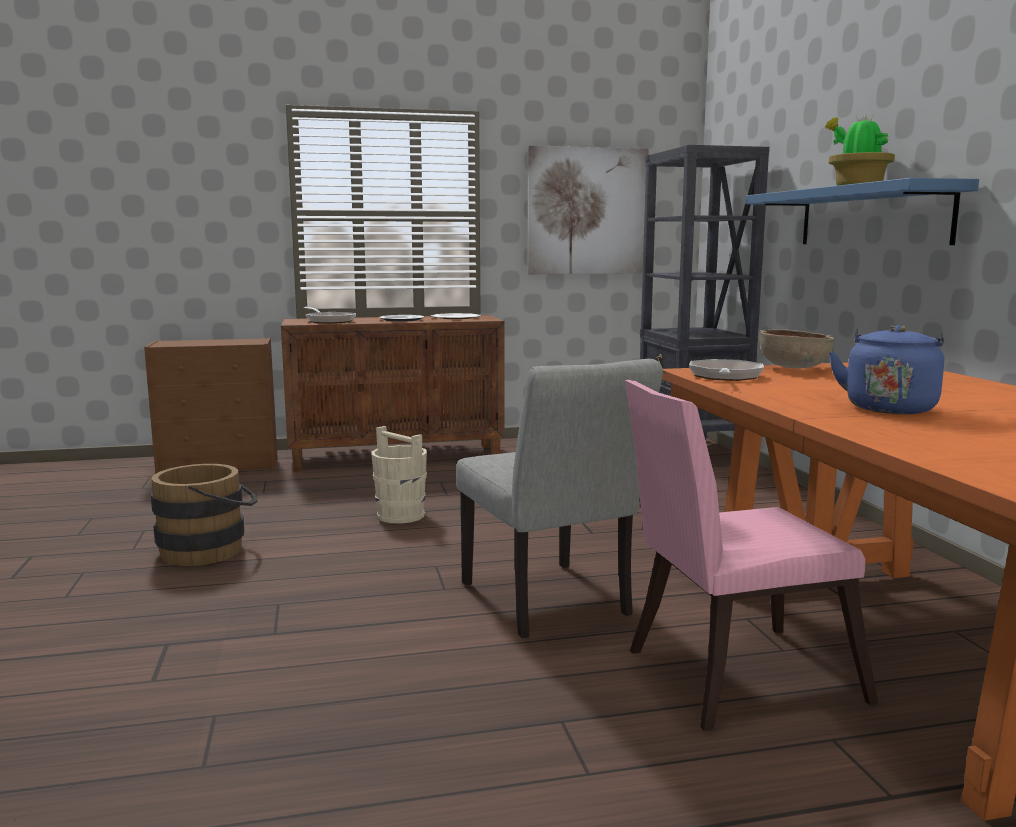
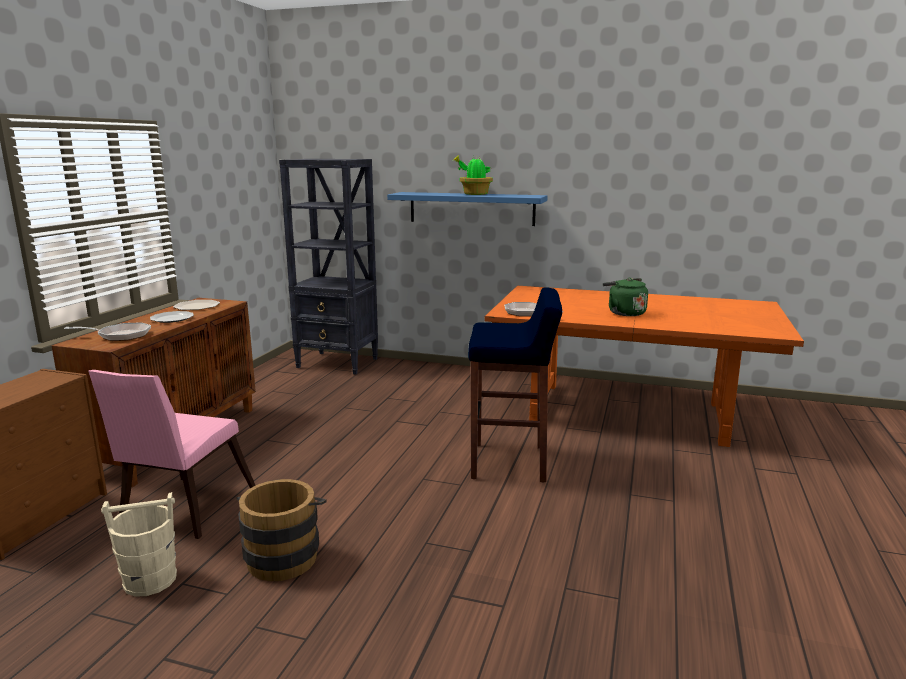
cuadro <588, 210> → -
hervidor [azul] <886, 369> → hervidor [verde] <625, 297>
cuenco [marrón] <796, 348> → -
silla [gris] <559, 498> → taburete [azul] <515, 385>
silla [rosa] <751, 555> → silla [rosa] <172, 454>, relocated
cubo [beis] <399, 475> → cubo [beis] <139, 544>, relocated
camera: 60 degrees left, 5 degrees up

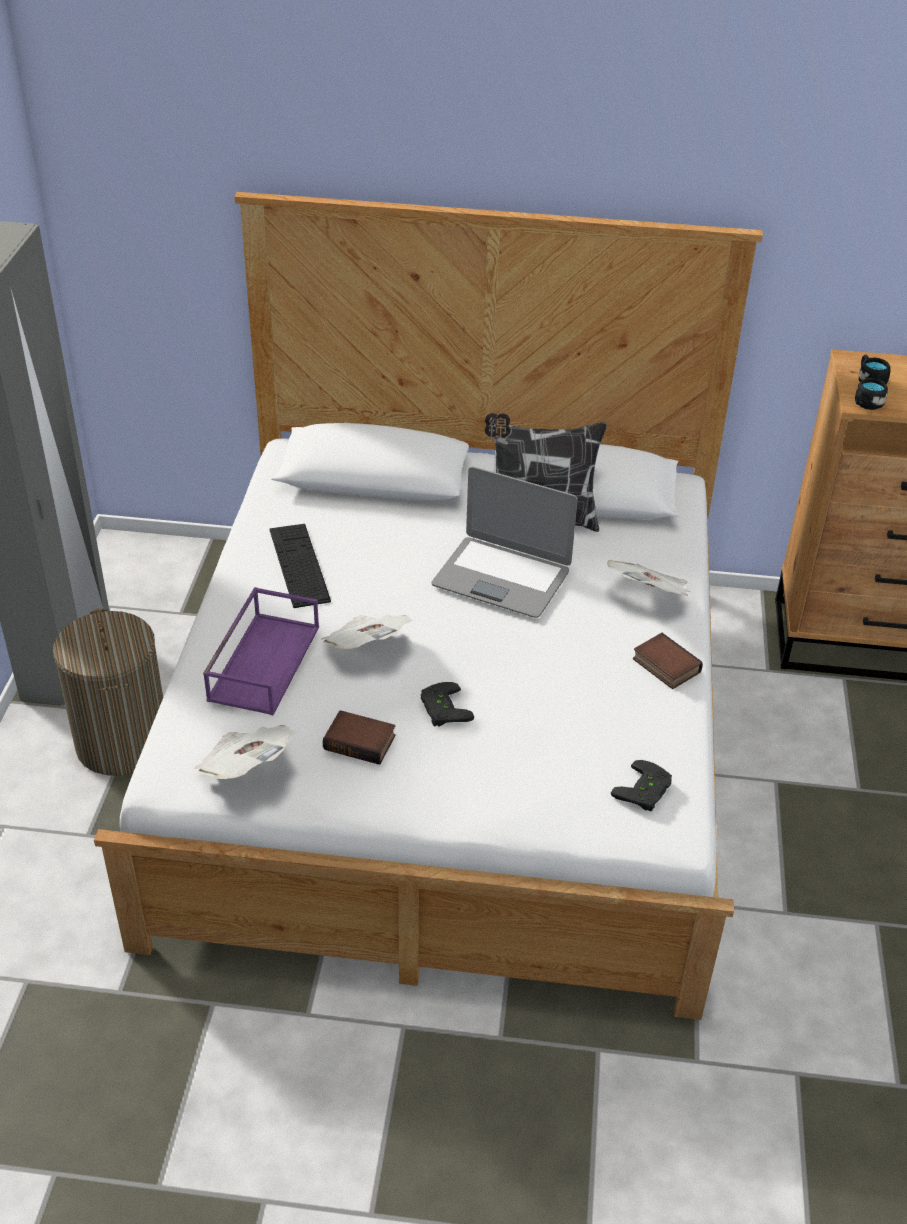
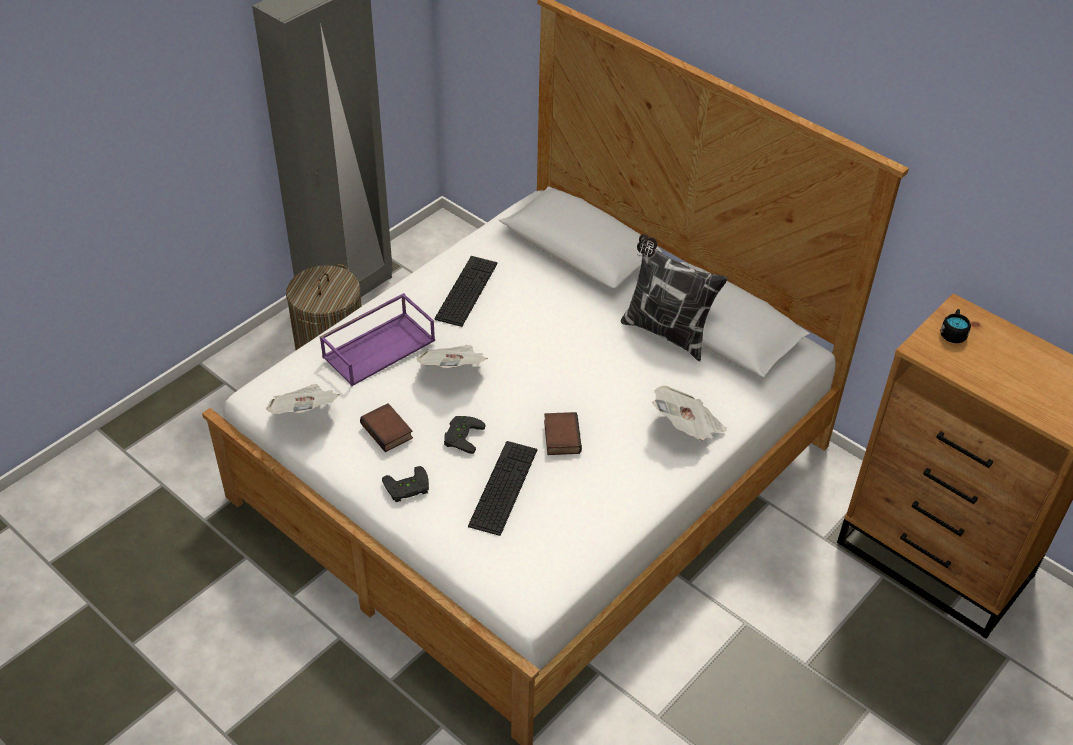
taza grande [negro] <871, 394> → -
portátil <504, 542> → -
libro <668, 661> → libro <563, 433>, relocated
mando de consola [negro] <641, 785> → mando de consola [negro] <405, 484>, relocated
- → teclado <502, 488>
camera: 35 degrees right, 5 degrees up

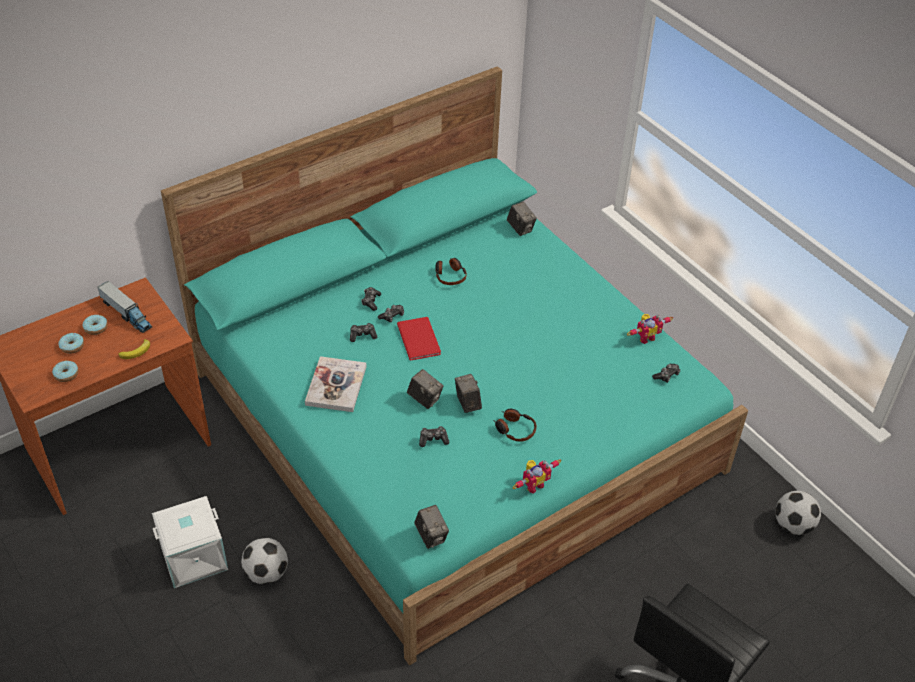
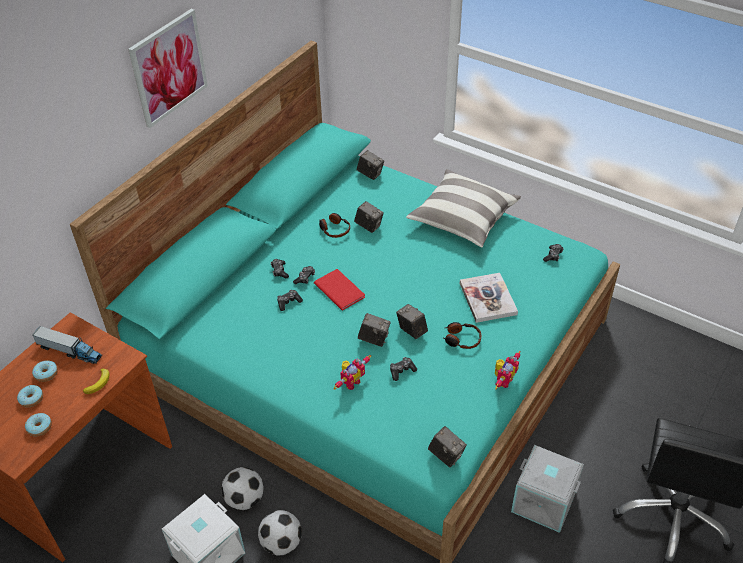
robot de juguete <650, 329> → robot de juguete <352, 372>, relocated
libro <336, 384> → libro <489, 298>, relocated
balón de fútbol <798, 513> → balón de fútbol <242, 488>, relocated
- → cuadro <168, 68>
- → cojín <463, 208>
- → cámara <369, 217>
- → caja de almacenaje [gris] <547, 489>
camera: 20 degrees left, 0 degrees up

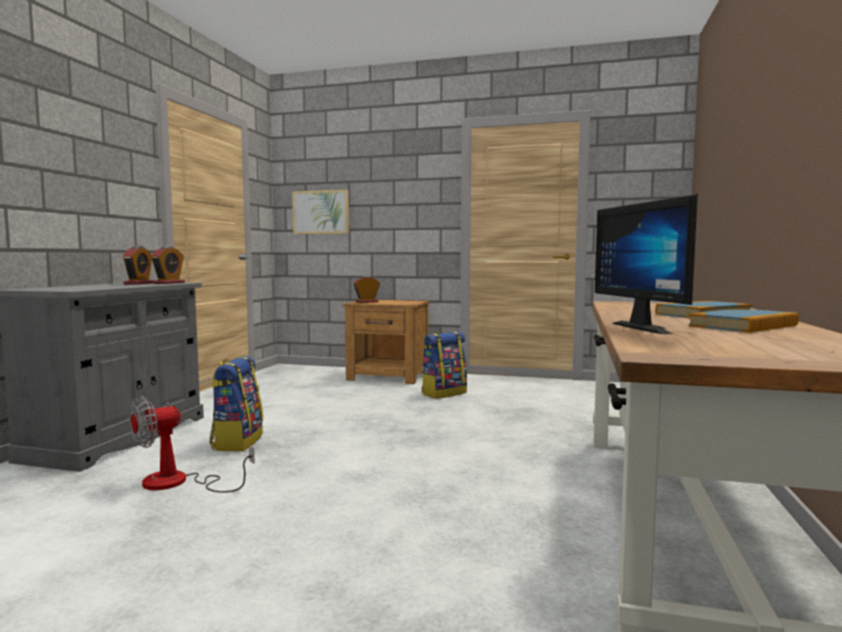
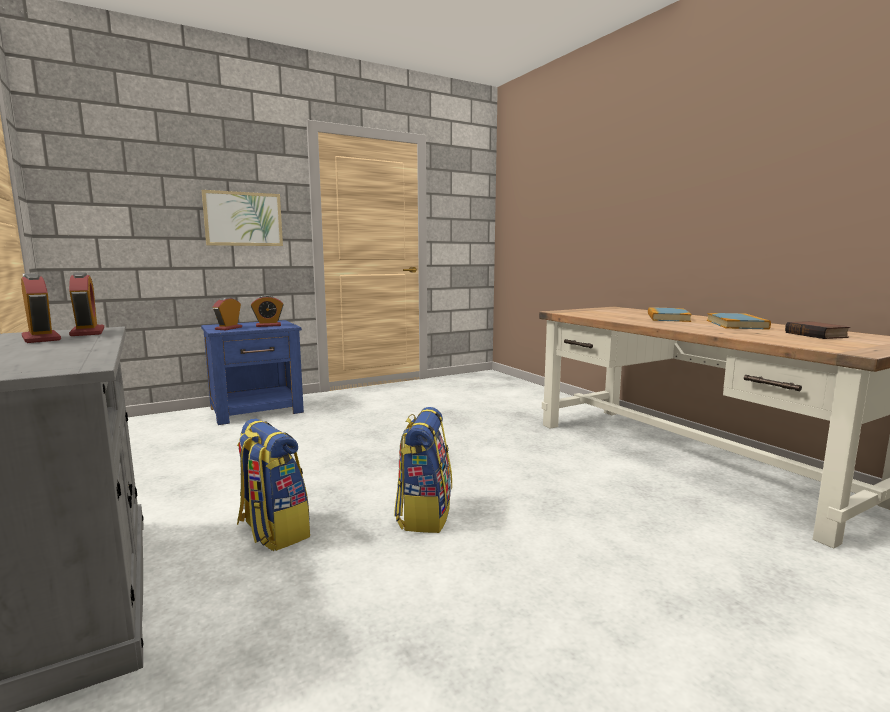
cuadro <320, 212> → cuadro <242, 218>, relocated
monitor <646, 264> → -
mesita de noche [marrón] <386, 342> → mesita de noche [azul] <252, 372>
mochila <444, 365> → mochila <423, 470>, relocated
ventilador <192, 444> → -
- → despertador <267, 311>
- → libro <817, 330>
camera: 45 degrees left, 5 degrees up

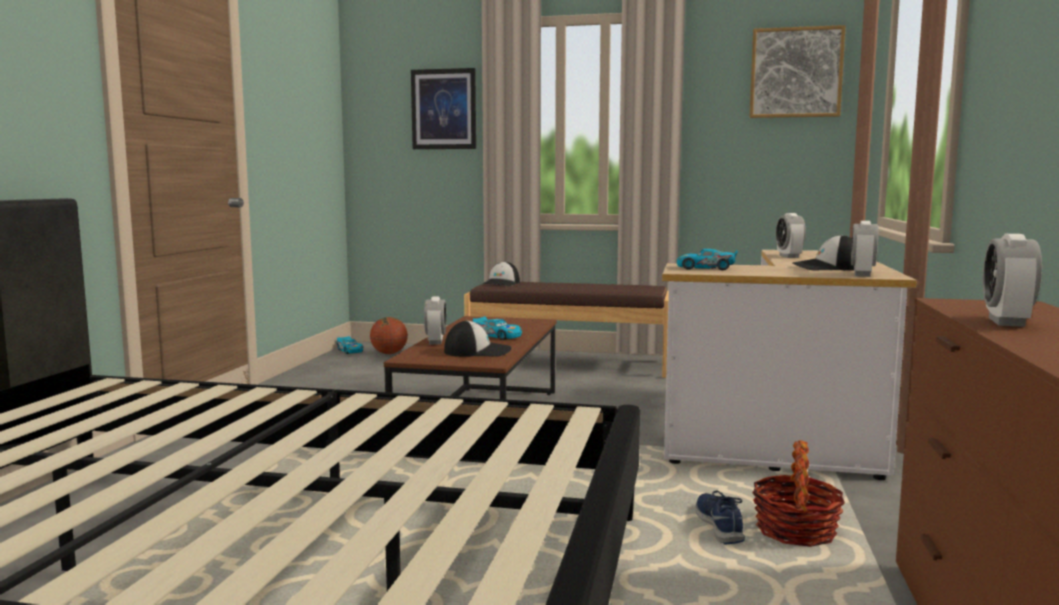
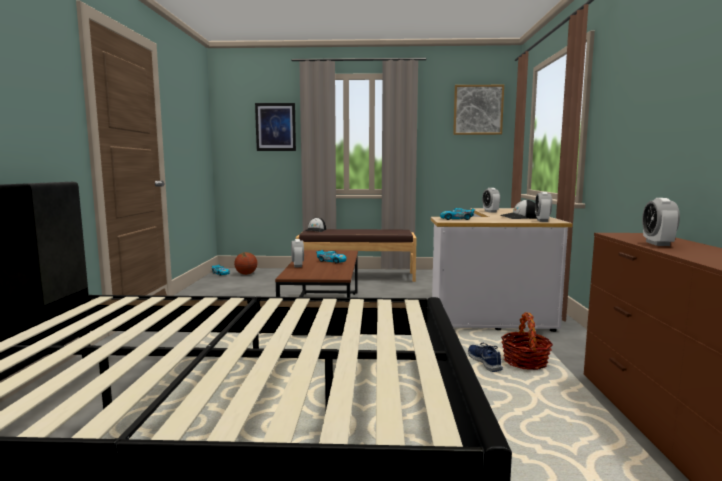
gorra <477, 338> → -
camera: 10 degrees left, 0 degrees up

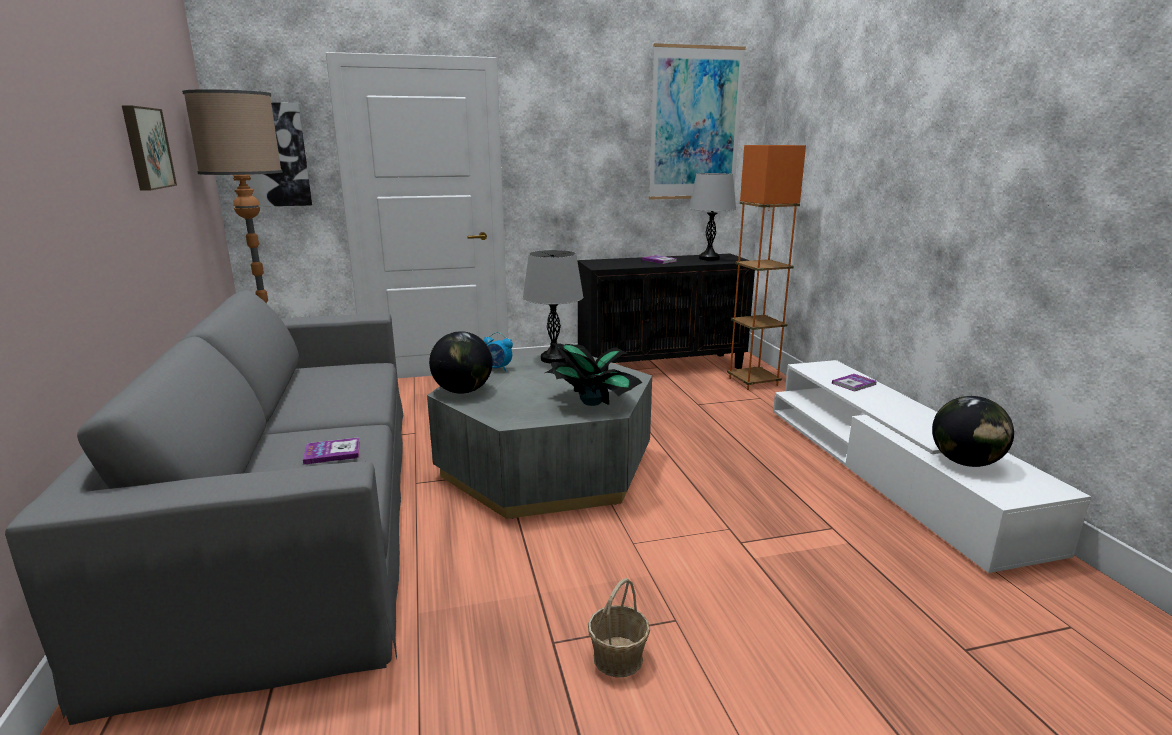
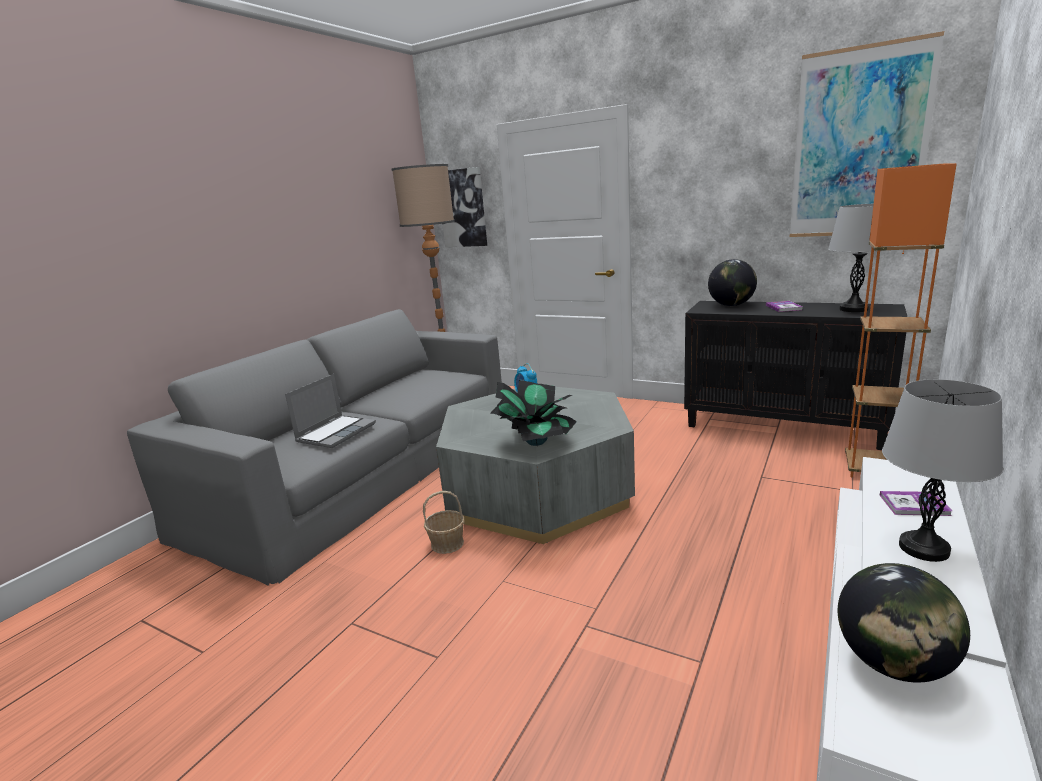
cuadro <149, 148> → -
lámpara de mesa [gris] <553, 307> → lámpara de mesa [gris] <942, 470>, relocated
globo terráqueo <461, 362> → globo terráqueo <732, 282>, relocated
libro <331, 451> → portátil <330, 411>
cesta <619, 627> → cesta <444, 522>, relocated
camera: 45 degrees right, 0 degrees up

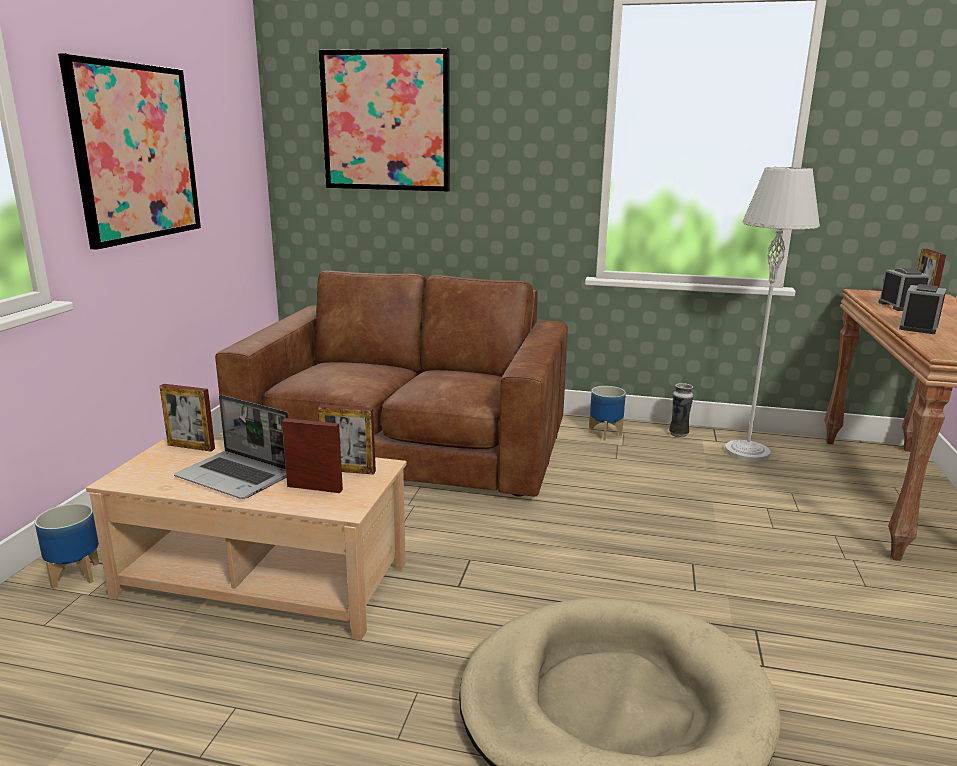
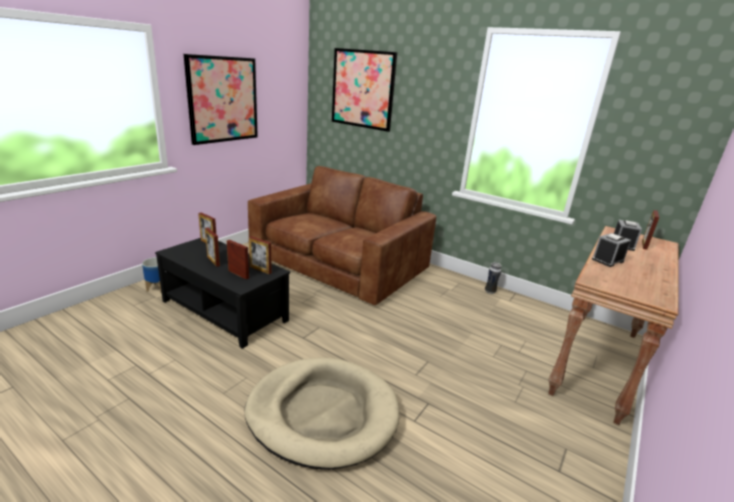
lámpara de pie [gris] <772, 314> → -
maceta <607, 413> → -
portátil <231, 447> → portarretratos <212, 247>
mesa de centro [beis] <246, 539> → mesa de centro [negro] <222, 293>
camera: 20 degrees right, 5 degrees up

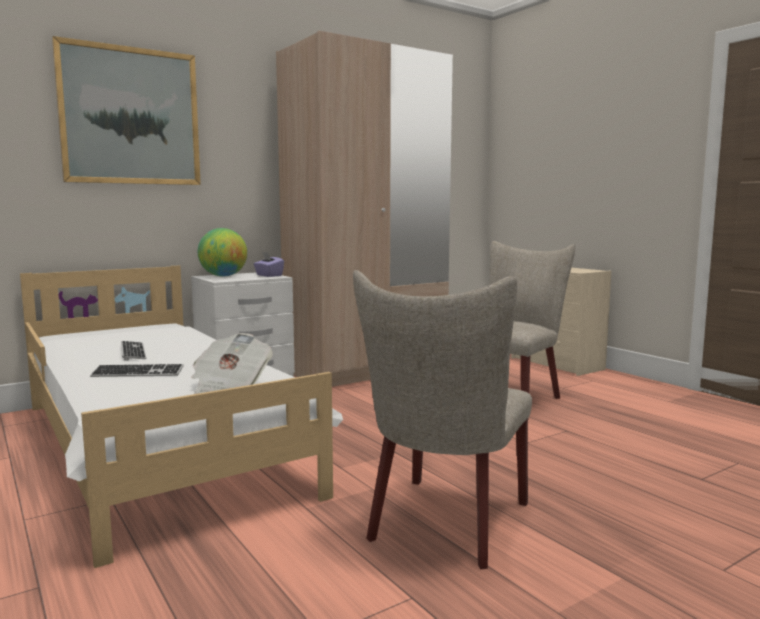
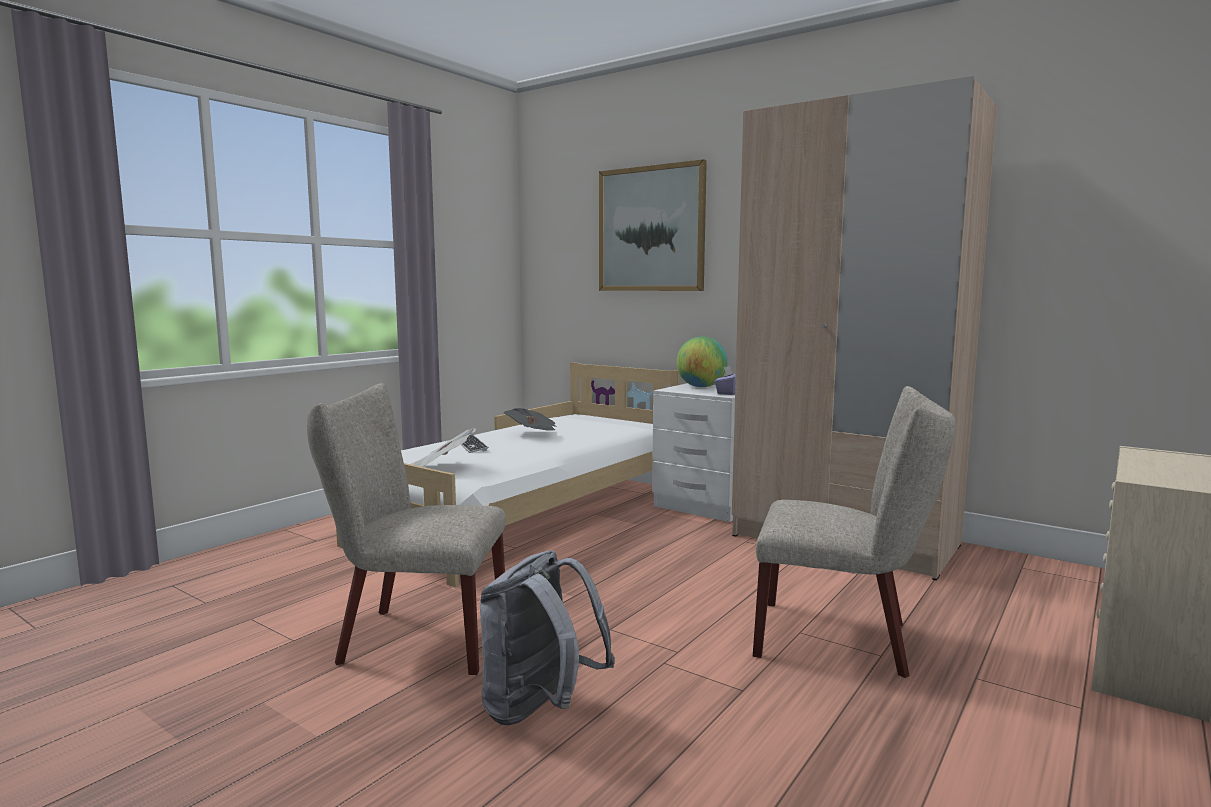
teclado <133, 350> → periódico <530, 419>
- → mochila [gris] <547, 637>
camera: 70 degrees right, 0 degrees up

